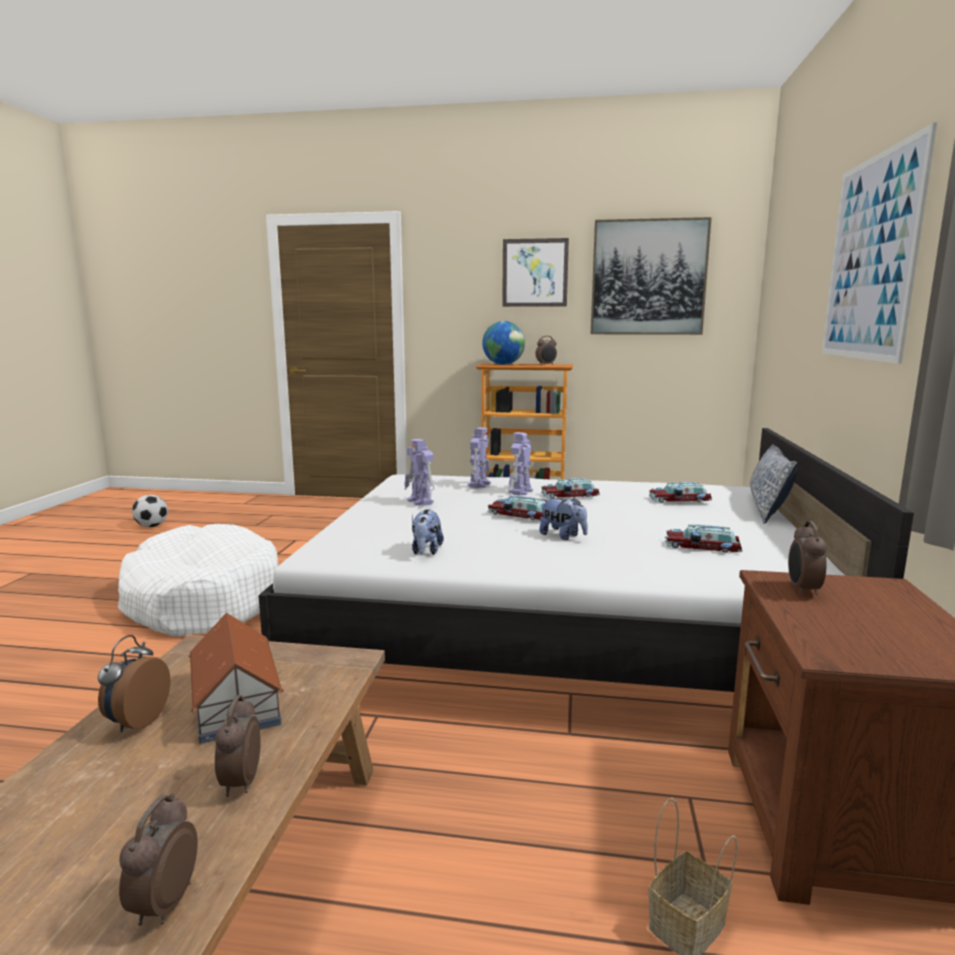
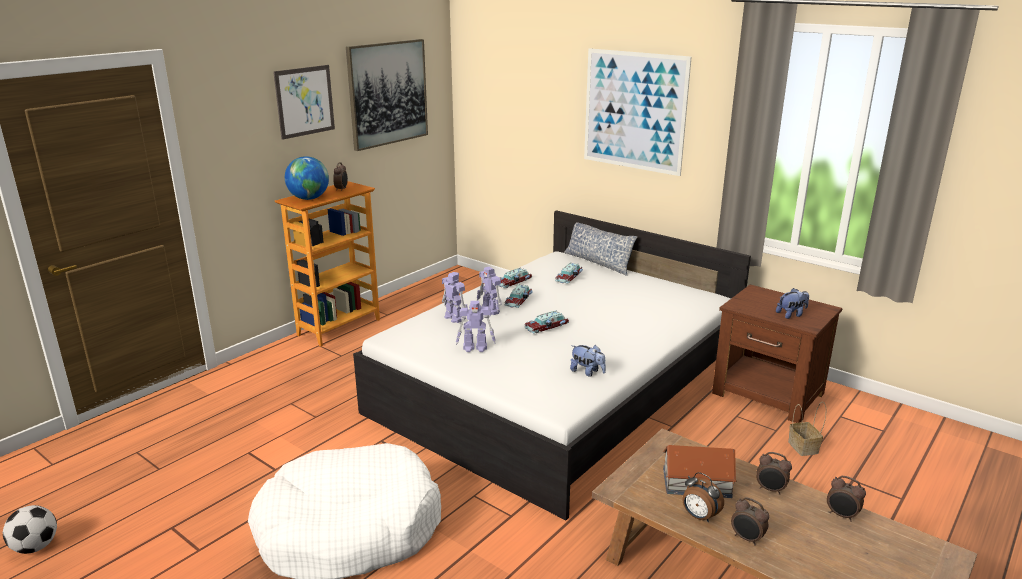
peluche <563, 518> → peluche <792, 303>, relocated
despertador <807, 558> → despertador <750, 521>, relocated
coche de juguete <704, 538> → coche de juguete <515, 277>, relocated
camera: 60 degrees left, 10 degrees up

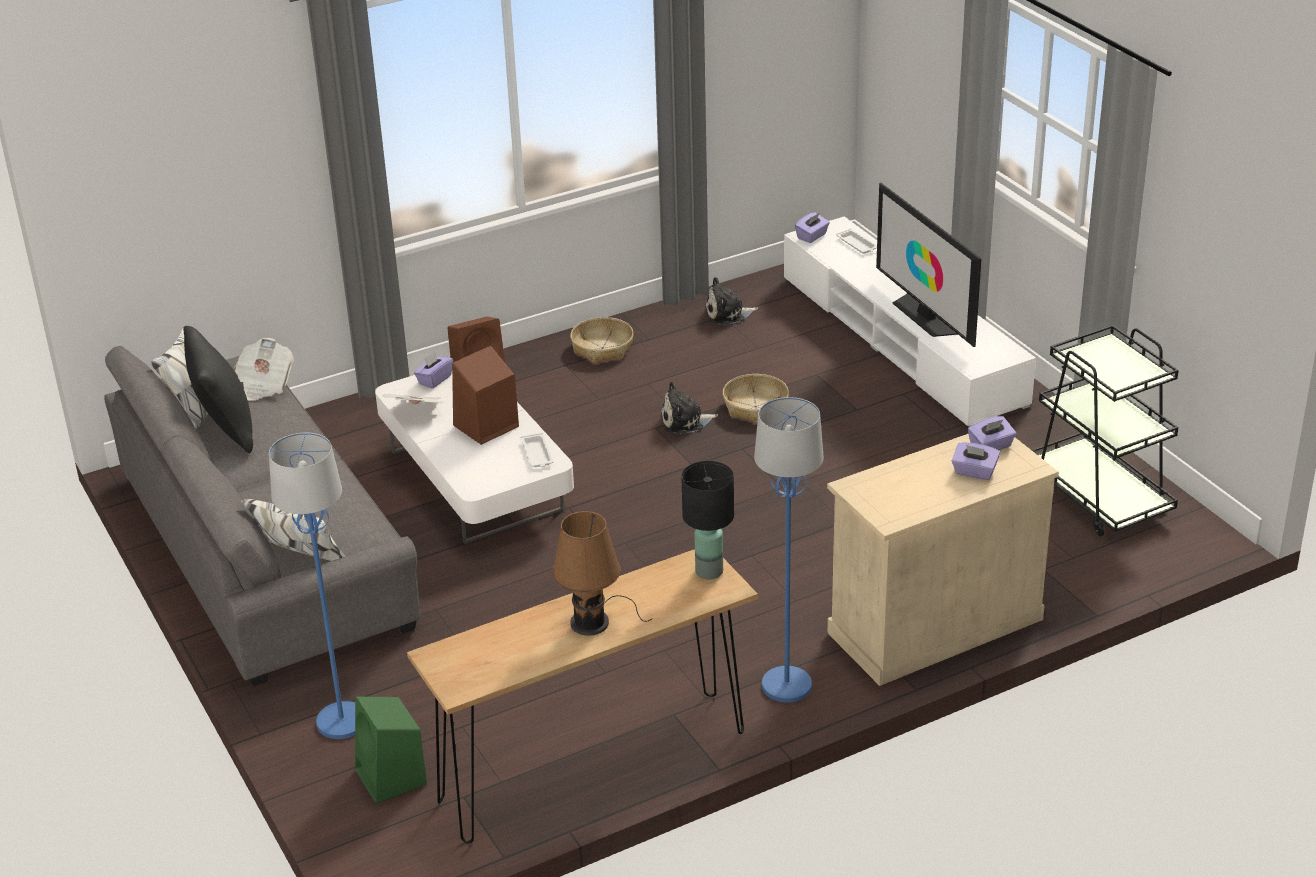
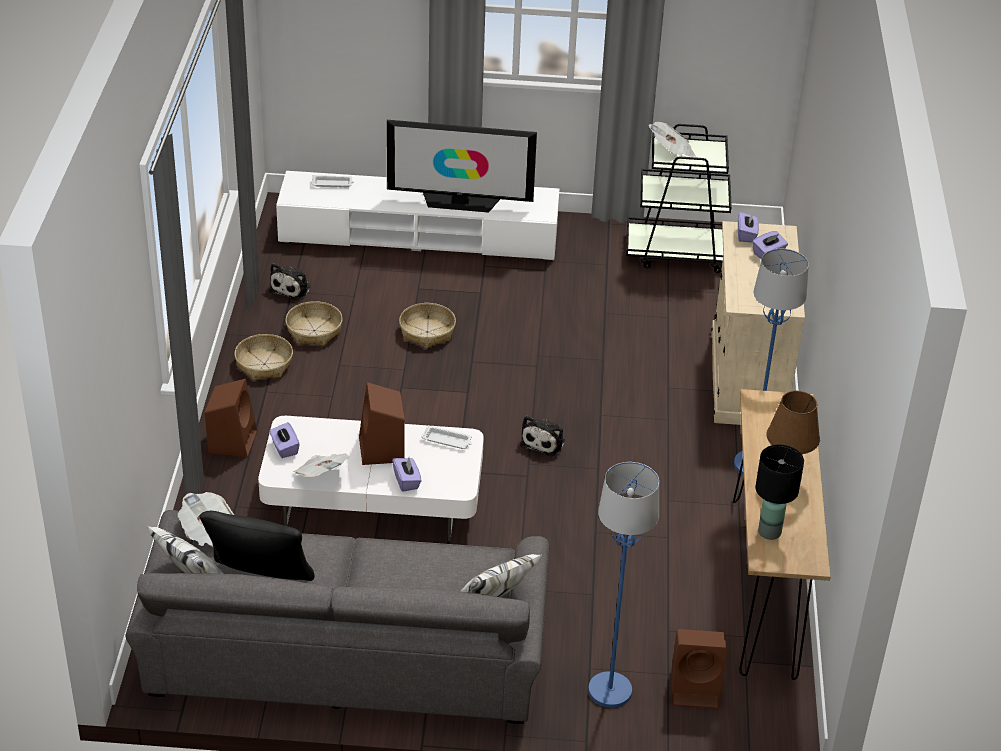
caja de pañuelos [morado] <812, 228> → caja de pañuelos [morado] <407, 475>, relocated
peluche <689, 407> → peluche <542, 436>, relocated
lámpara de mesa [negro] <707, 520> → lámpara de mesa [negro] <779, 492>, relocated
altavoz [verde] <391, 750> → altavoz [marrón] <699, 669>
- → periódico <672, 139>
- → cesta <314, 323>
camera: 60 degrees left, 5 degrees up

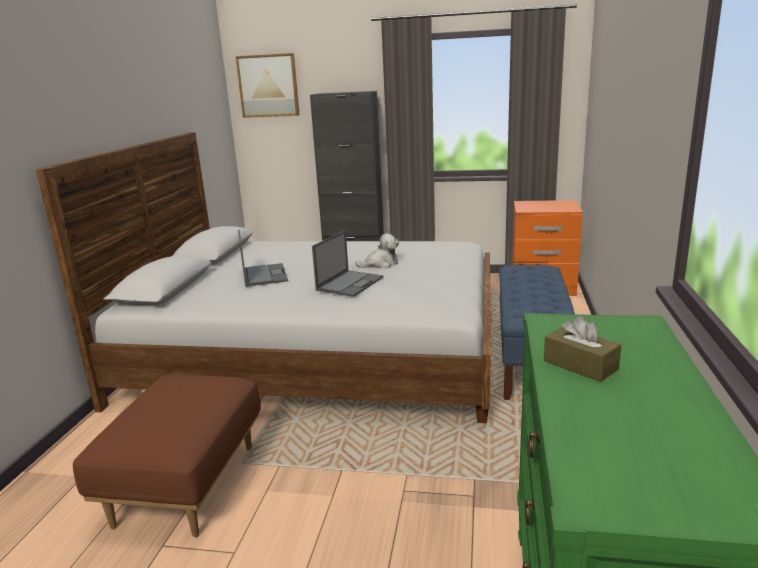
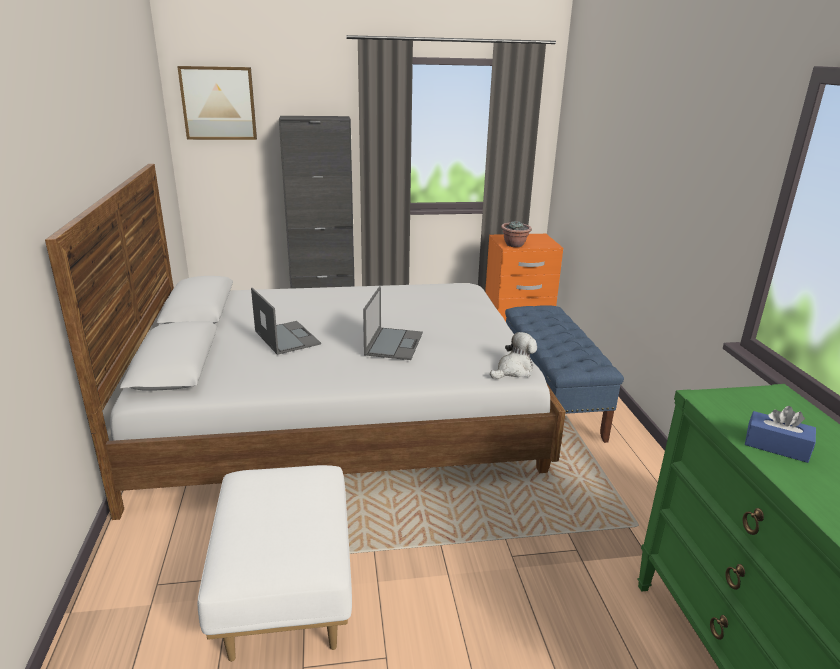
peluche <377, 250> → peluche <513, 355>, relocated
caja de pañuelos [marrón] <582, 348> → caja de pañuelos [azul] <780, 434>
puf [marrón] <167, 455> → puf [blanco] <275, 563>
- → planta en maceta <516, 233>
camera: 20 degrees left, 5 degrees up

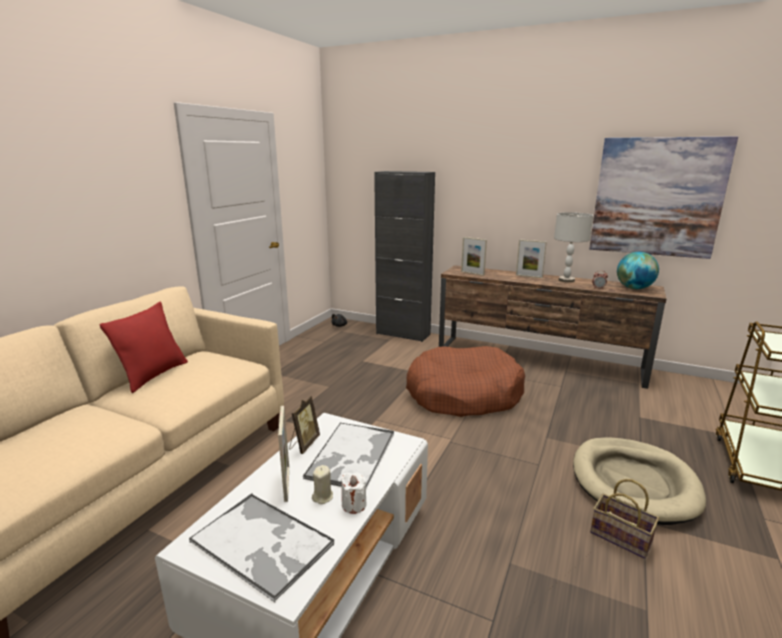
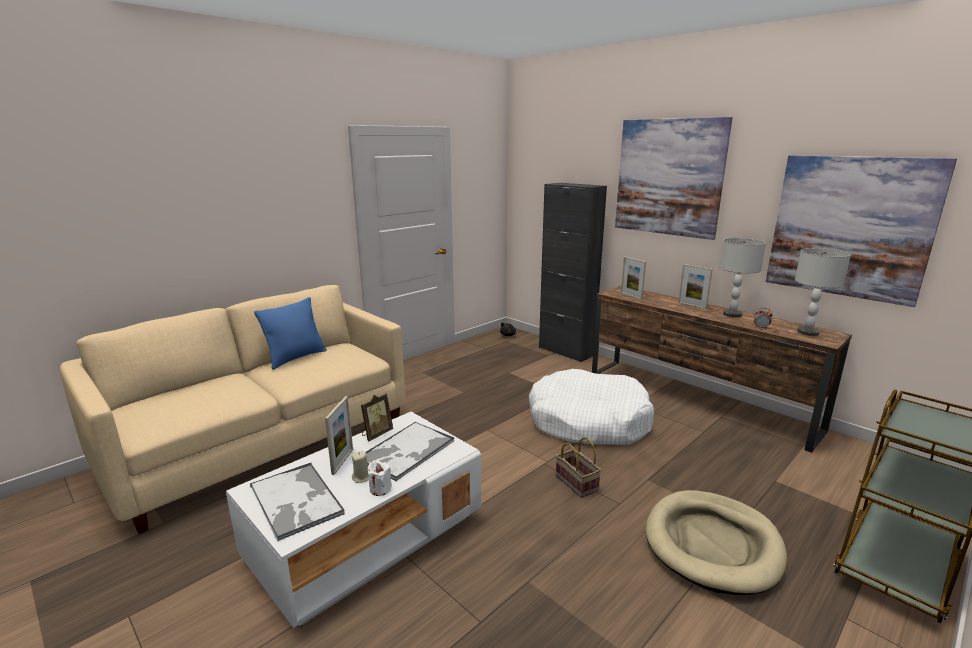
globo terráqueo <638, 270> → lámpara de mesa [gris] <823, 292>
cojín [rojo] <143, 347> → cojín [azul] <290, 333>
cama para perro [marrón] <465, 381> → cama para perro [blanco] <591, 407>
cesta <624, 519> → cesta <578, 467>, relocated
- → cuadro <674, 178>
camera: 20 degrees right, 0 degrees up

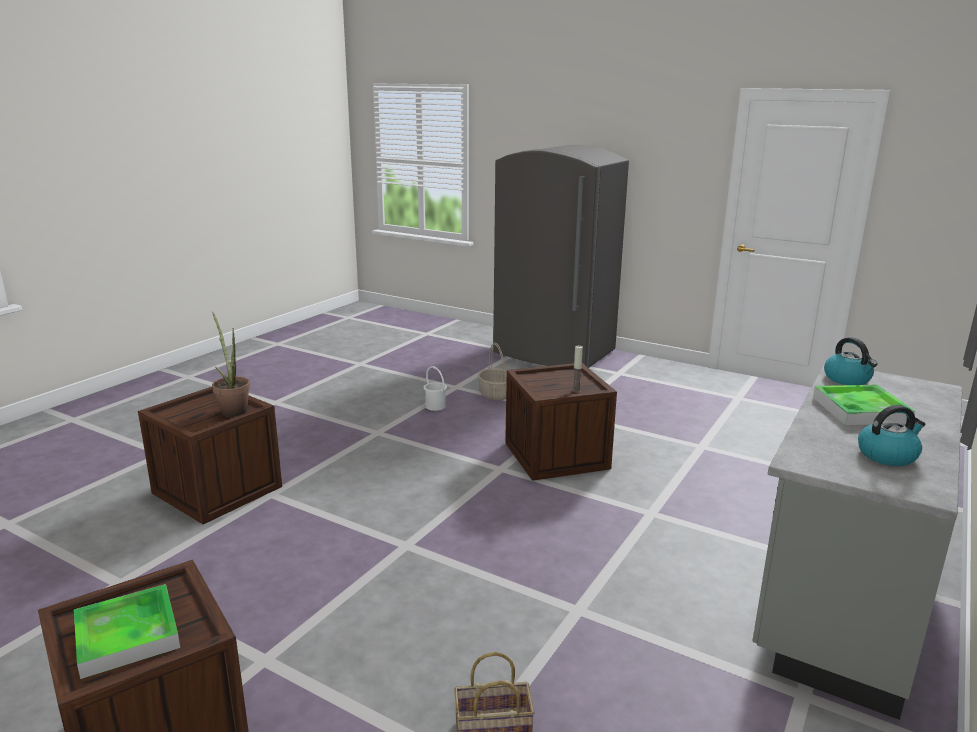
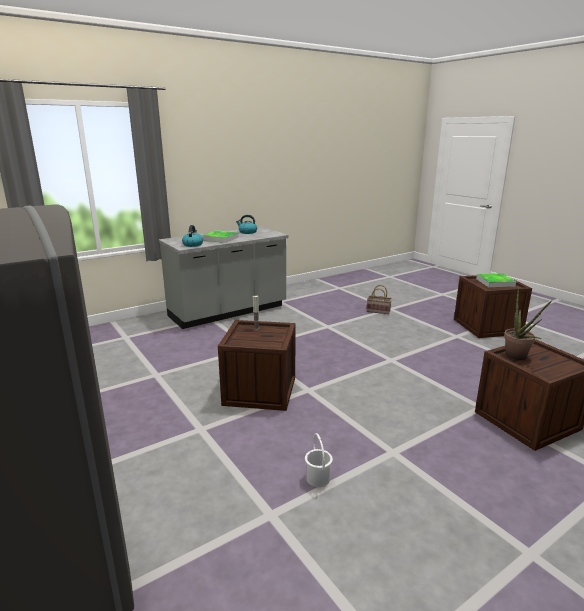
cesta <492, 371> → -
camera: 155 degrees left, 0 degrees up

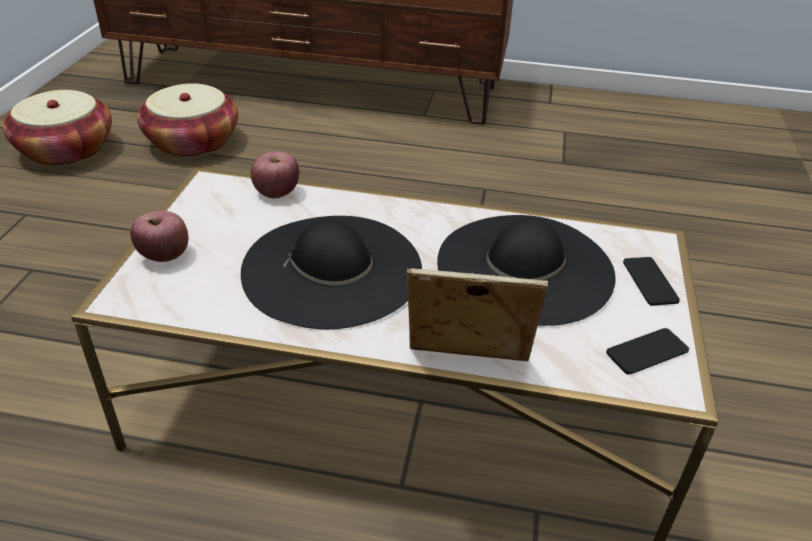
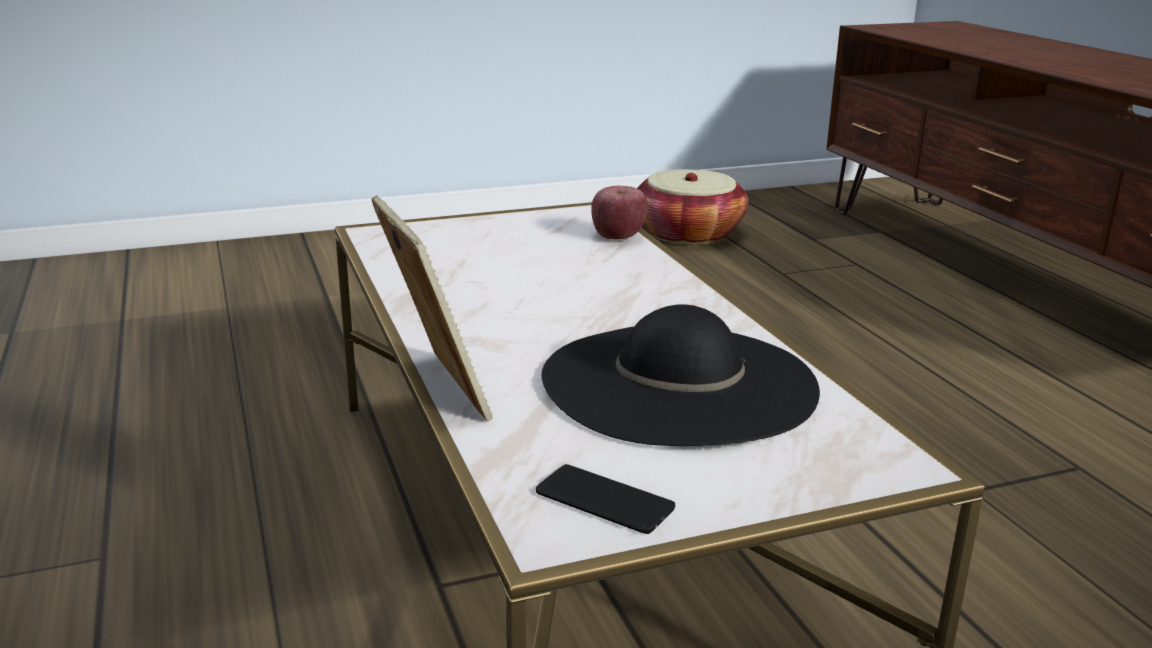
cesta <187, 120> → -
manzana <159, 236> → -
sombrero [negro] <331, 272> → -
móvil <651, 281> → -
camera: 60 degrees right, 15 degrees down

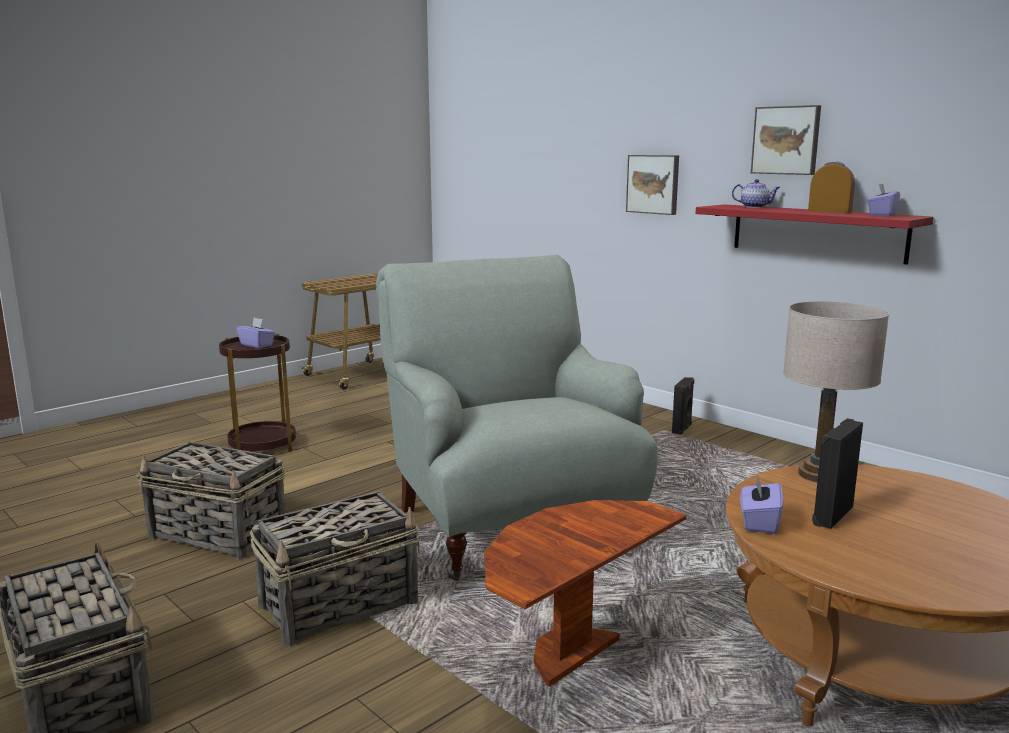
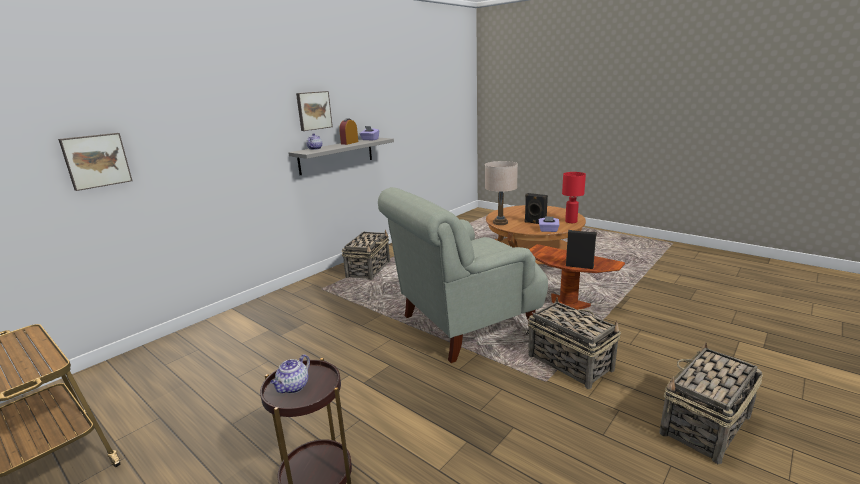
cuadro <652, 185> → cuadro <95, 162>, relocated
estante [rojo] <814, 234> → estante [gris] <341, 156>
caja de pañuelos [morado] <255, 333> → tetera <290, 373>
altavoz [negro] <683, 406> → altavoz [negro] <581, 249>, relocated
cesta <211, 501> → cesta <365, 255>, relocated
- → lámpara de mesa [rojo] <574, 197>
camera: 95 degrees left, 5 degrees up

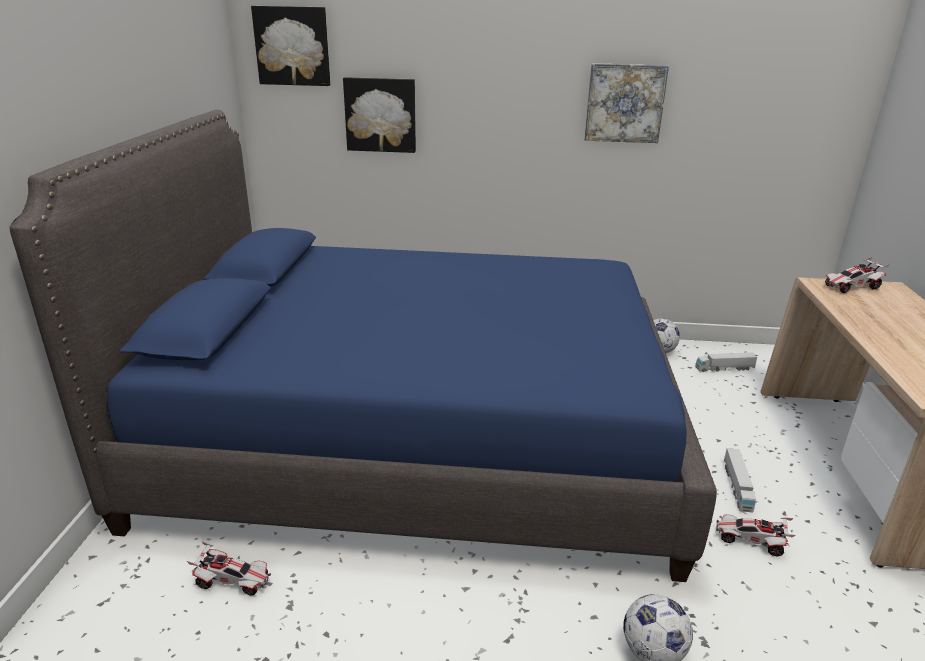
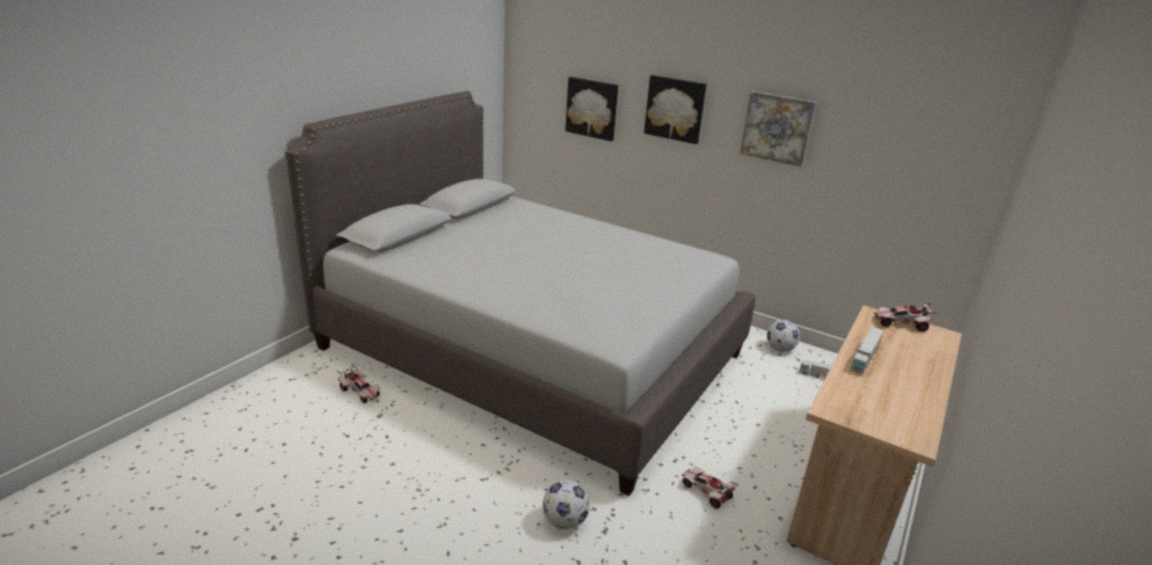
cuadro <290, 46> → cuadro <675, 109>, relocated
cama [azul] <363, 346> → cama [gris] <520, 293>
camión de juguete <740, 480> → camión de juguete <867, 351>, relocated
camera: 25 degrees right, 0 degrees up

